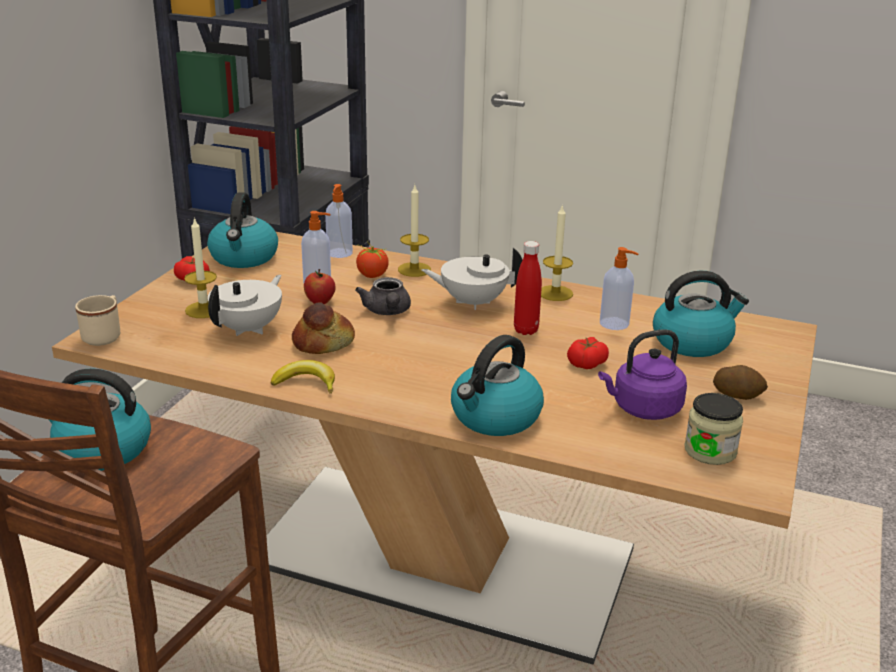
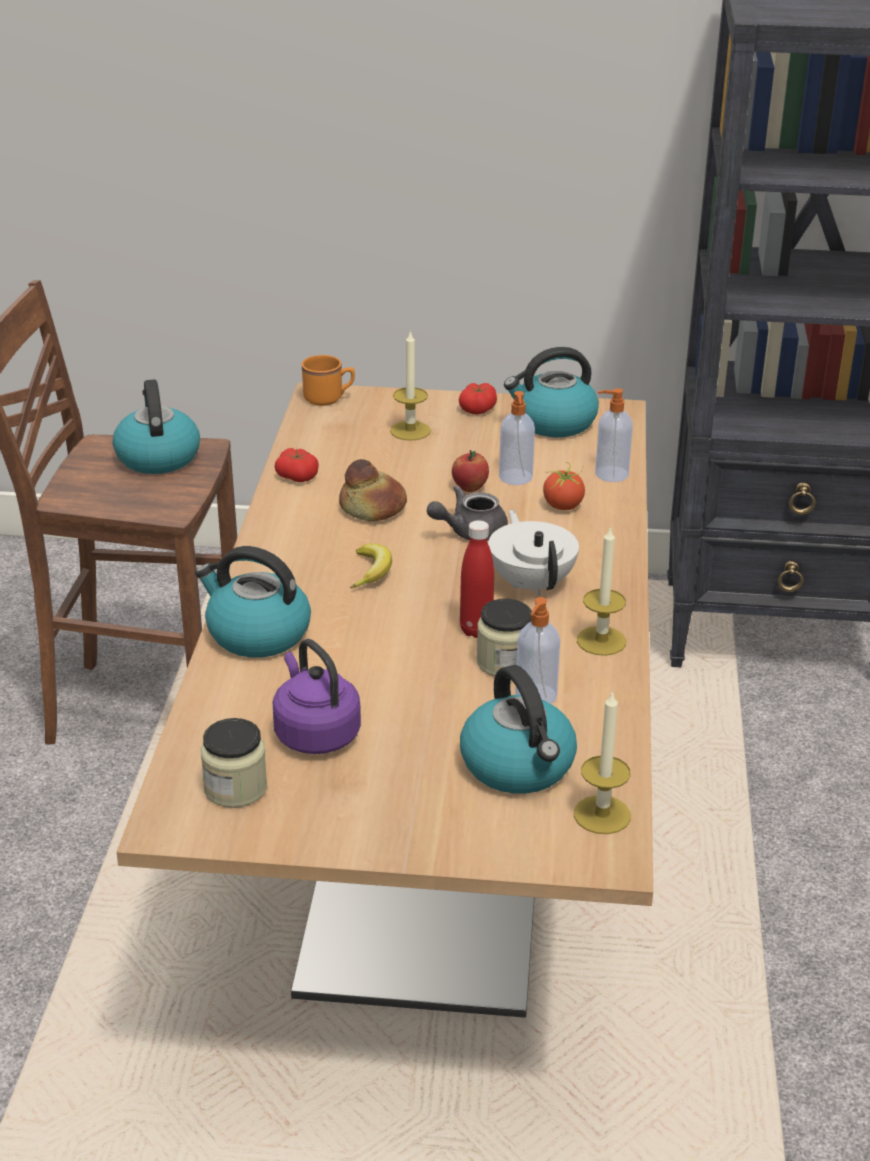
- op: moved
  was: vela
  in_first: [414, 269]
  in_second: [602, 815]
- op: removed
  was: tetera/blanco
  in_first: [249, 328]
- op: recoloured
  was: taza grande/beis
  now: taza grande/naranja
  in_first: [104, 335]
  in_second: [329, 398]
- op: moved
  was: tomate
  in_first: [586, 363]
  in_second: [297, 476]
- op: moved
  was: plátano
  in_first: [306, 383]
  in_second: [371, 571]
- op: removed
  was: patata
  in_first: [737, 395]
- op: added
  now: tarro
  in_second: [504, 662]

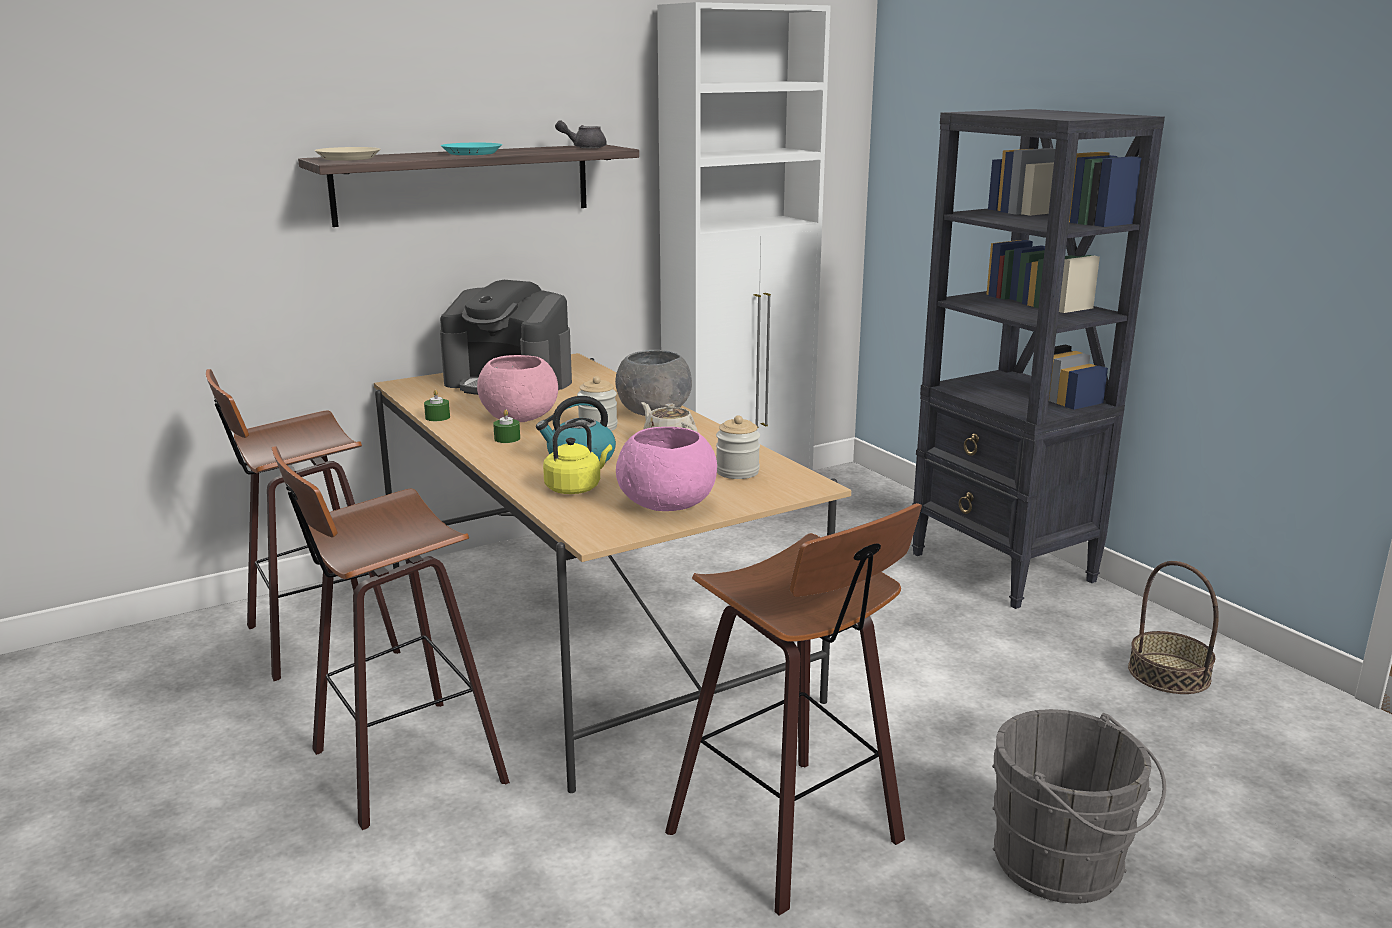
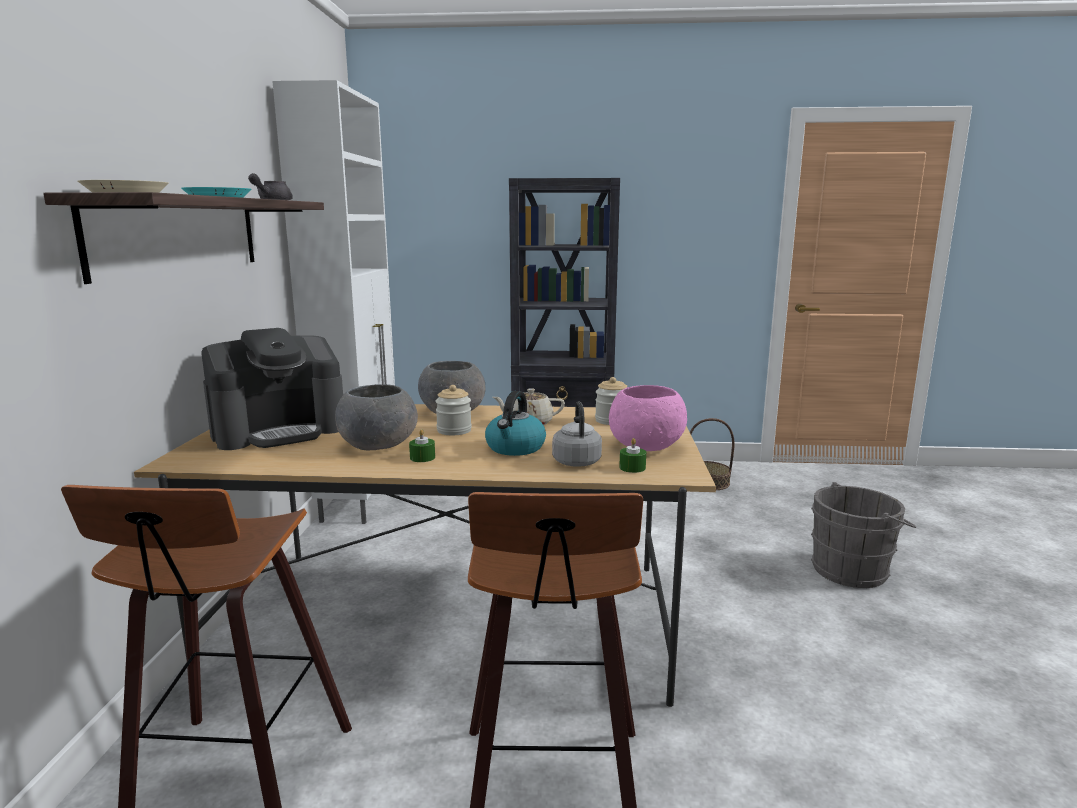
- op: recoloured
  was: cuenco/rosa
  now: cuenco/gris
  in_first: [520, 418]
  in_second: [379, 445]
- op: moved
  was: vela/verde
  in_first: [437, 417]
  in_second: [632, 468]
- op: recoloured
  was: hervidor/amarillo
  now: hervidor/gris
  in_first: [575, 488]
  in_second: [576, 461]
- op: removed
  was: taburete
  in_first: [794, 836]

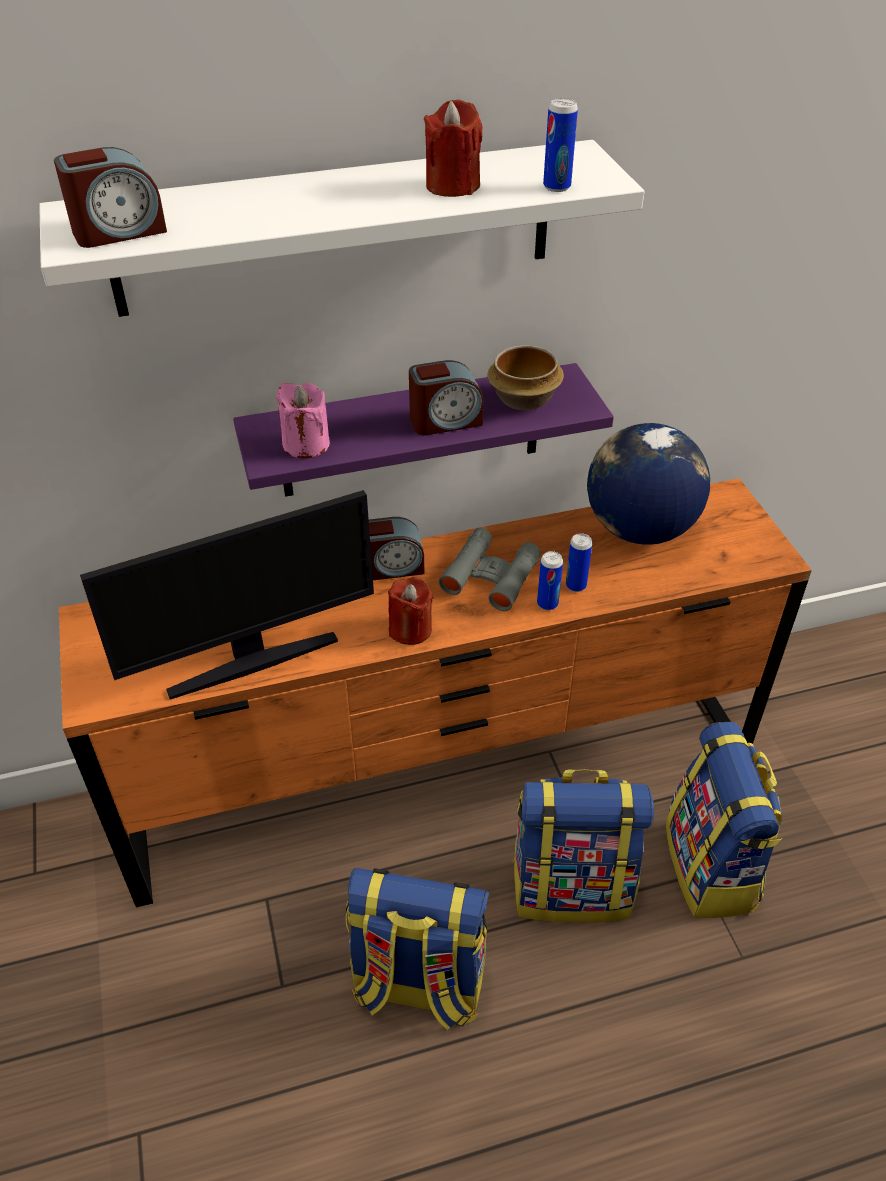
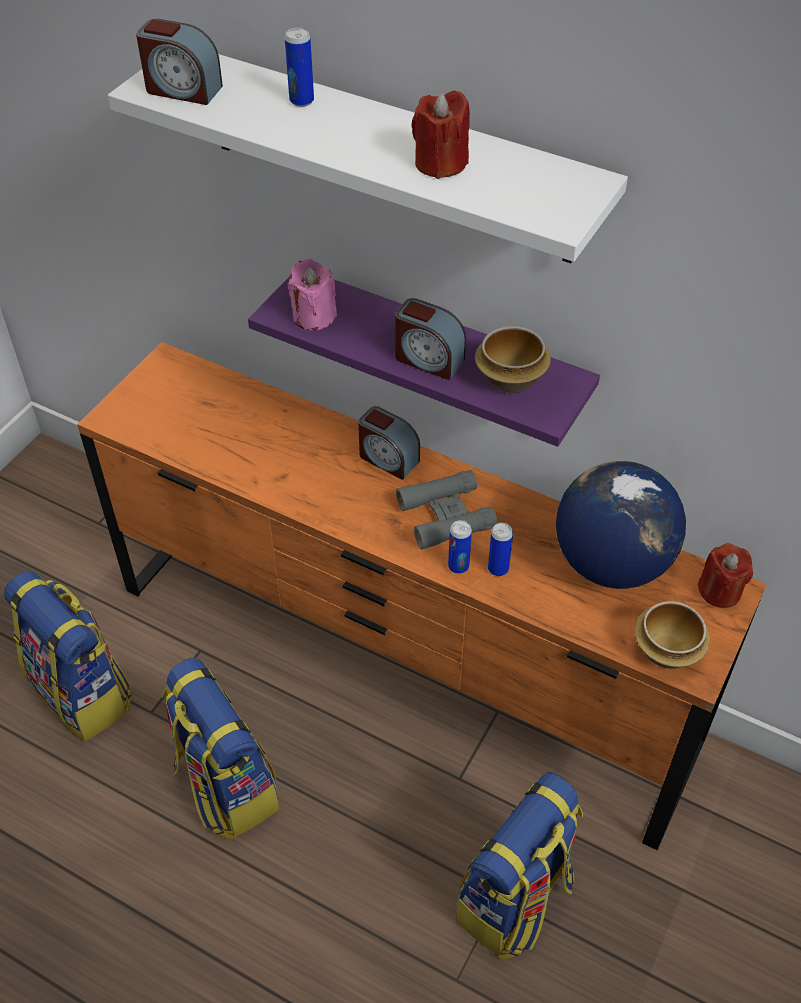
- op: moved
  was: lata
  in_first: [556, 187]
  in_second: [301, 101]
- op: removed
  was: monitor
  in_first: [252, 661]
- op: moved
  was: vela/rojo
  in_first: [410, 629]
  in_second: [720, 591]
- op: moved
  was: mochila
  in_first: [572, 887]
  in_second: [83, 693]
- op: added
  now: cuenco
  in_second: [667, 649]

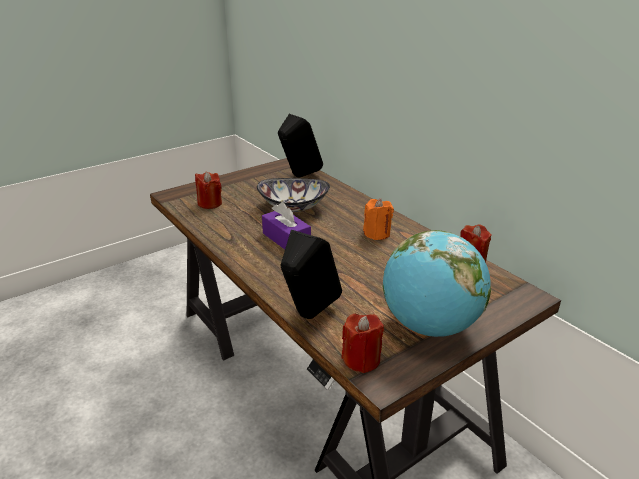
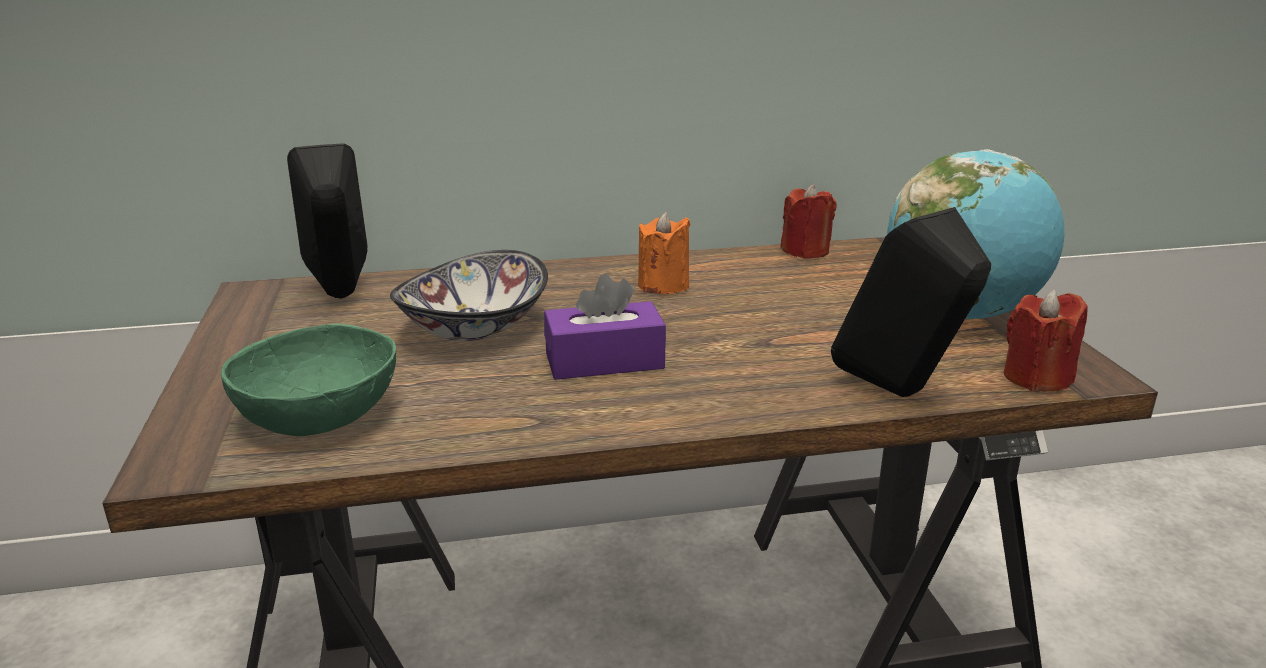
- op: replaced
  was: vela/rojo
  now: cuenco/verde
  in_first: [210, 203]
  in_second: [320, 416]

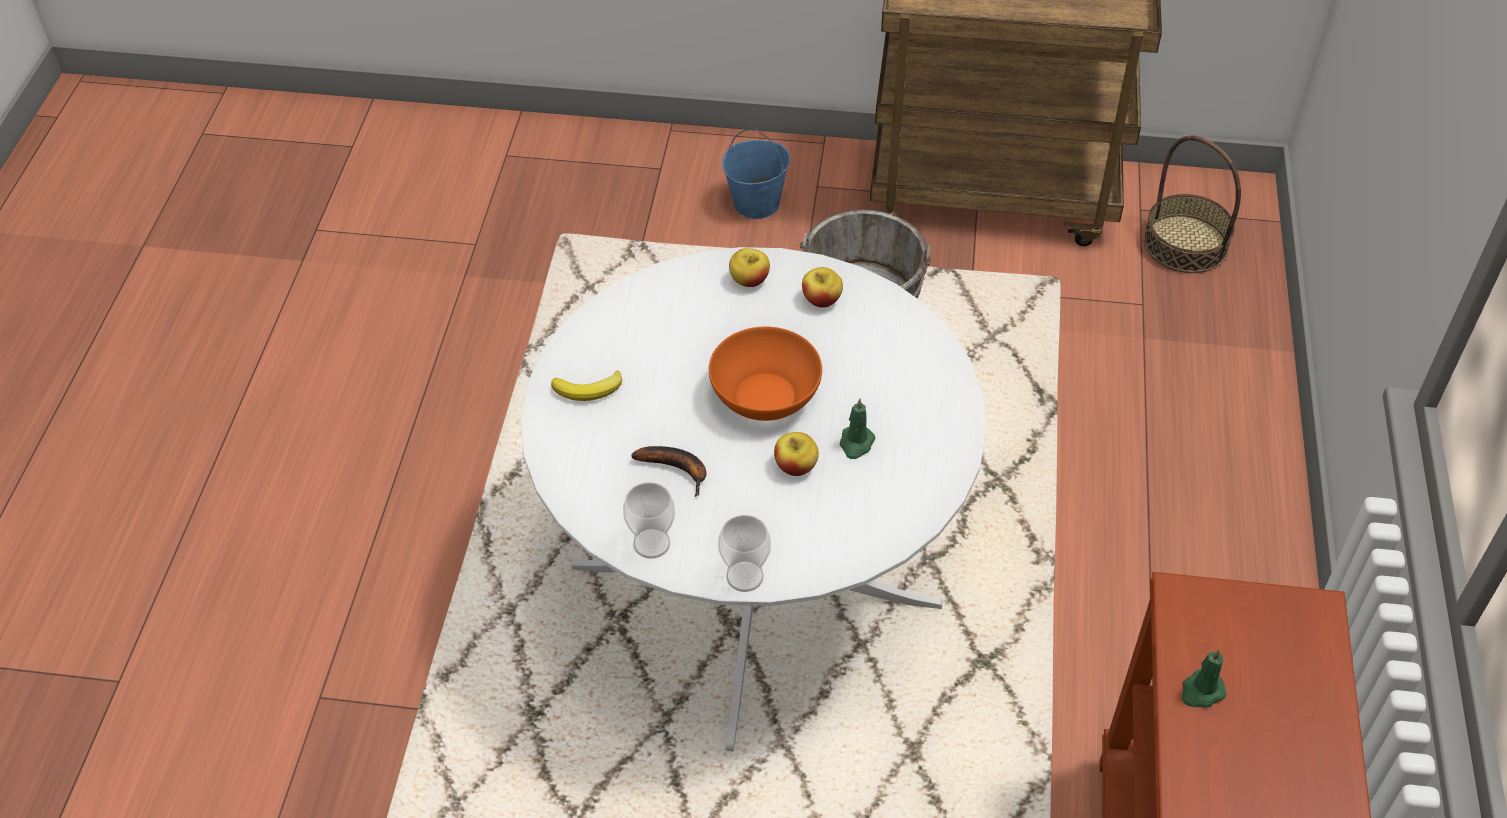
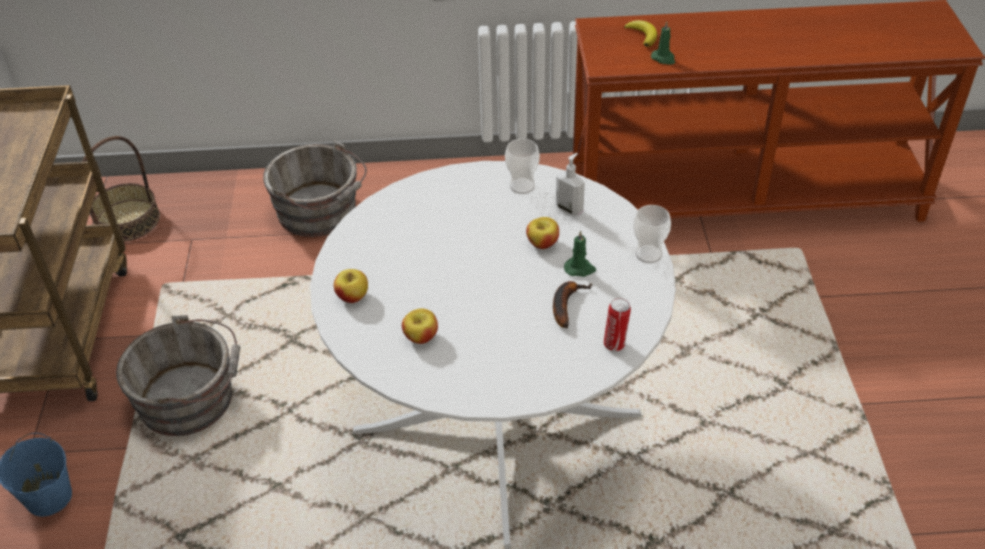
- op: moved
  was: manzana
  in_first: [821, 300]
  in_second: [421, 337]
- op: removed
  was: cuenco/naranja
  in_first: [764, 396]
- op: moved
  was: plátano
  in_first: [589, 390]
  in_second: [642, 35]
- op: moved
  was: vela/verde
  in_first: [856, 443]
  in_second: [580, 269]
- op: moved
  was: taza
  in_first: [651, 543]
  in_second: [522, 186]
- op: added
  now: cubo/gris
  in_second: [320, 212]
- op: added
  now: dispensador de jabón
  in_second: [569, 208]
- op: added
  now: lata
  in_second: [615, 344]

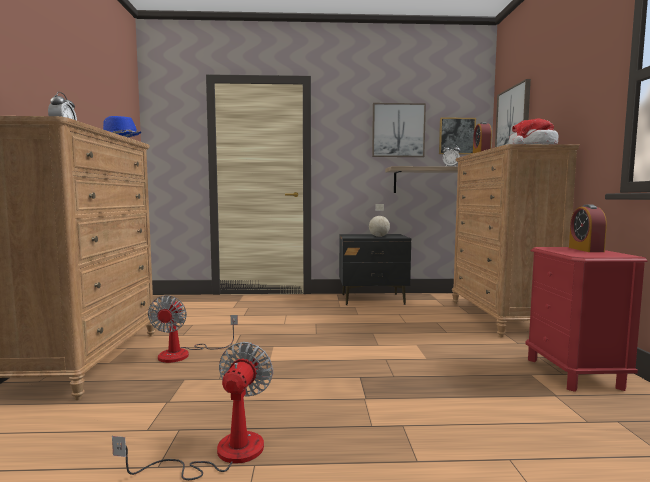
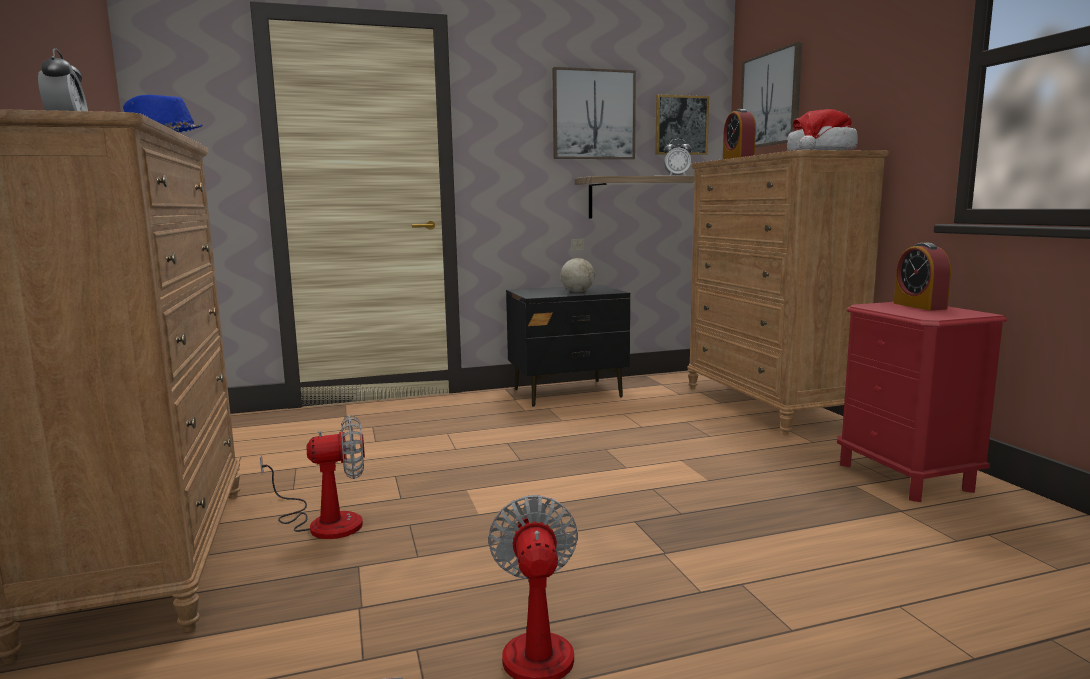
- op: turned
  was: ventilador
  in_first: [185, 354]
  in_second: [324, 521]
  clockwise: -90

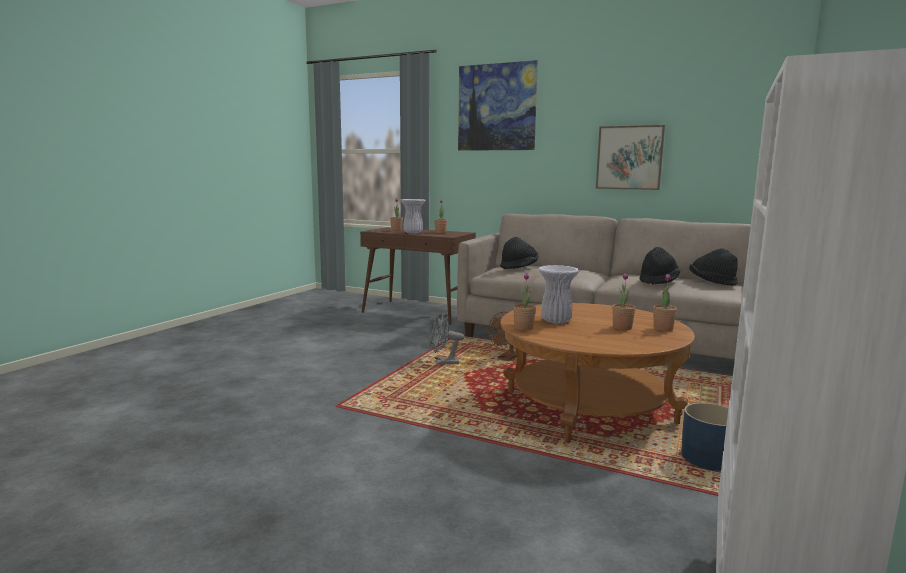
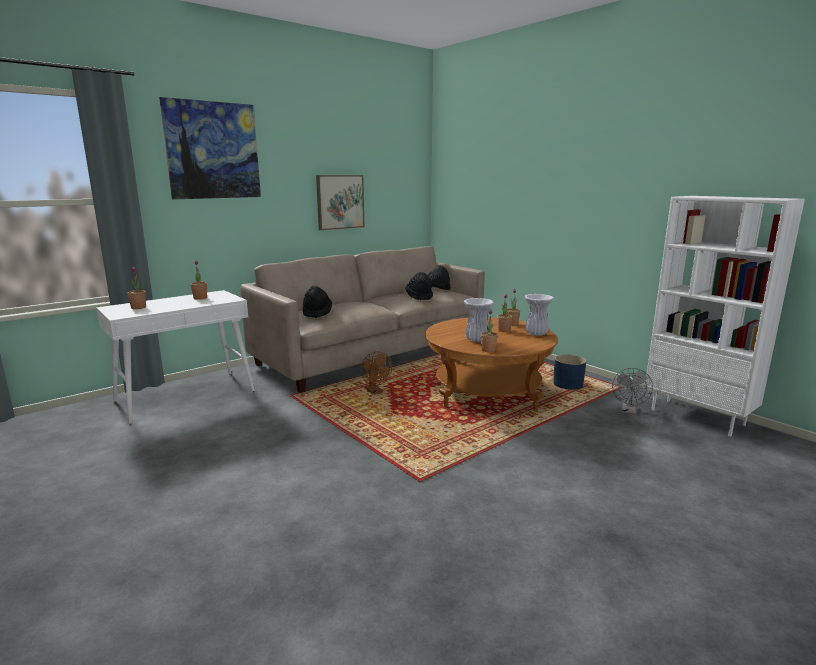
- op: moved
  was: florero/blanco
  in_first: [412, 233]
  in_second: [536, 334]
- op: recoloured
  was: mesa consola/marrón
  now: mesa consola/blanco
  in_first: [418, 312]
  in_second: [186, 396]
- op: moved
  was: ventilador/gris
  in_first: [443, 363]
  in_second: [629, 411]

